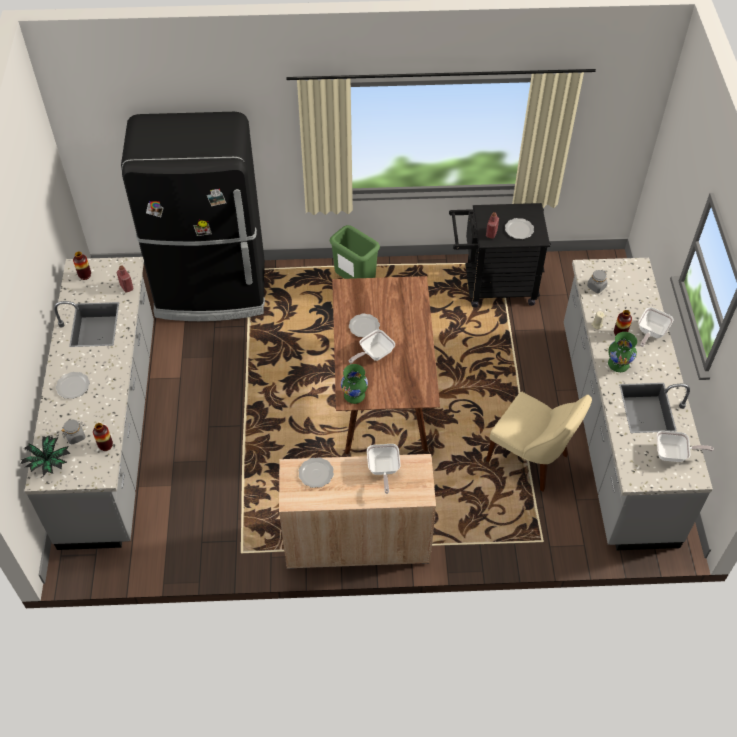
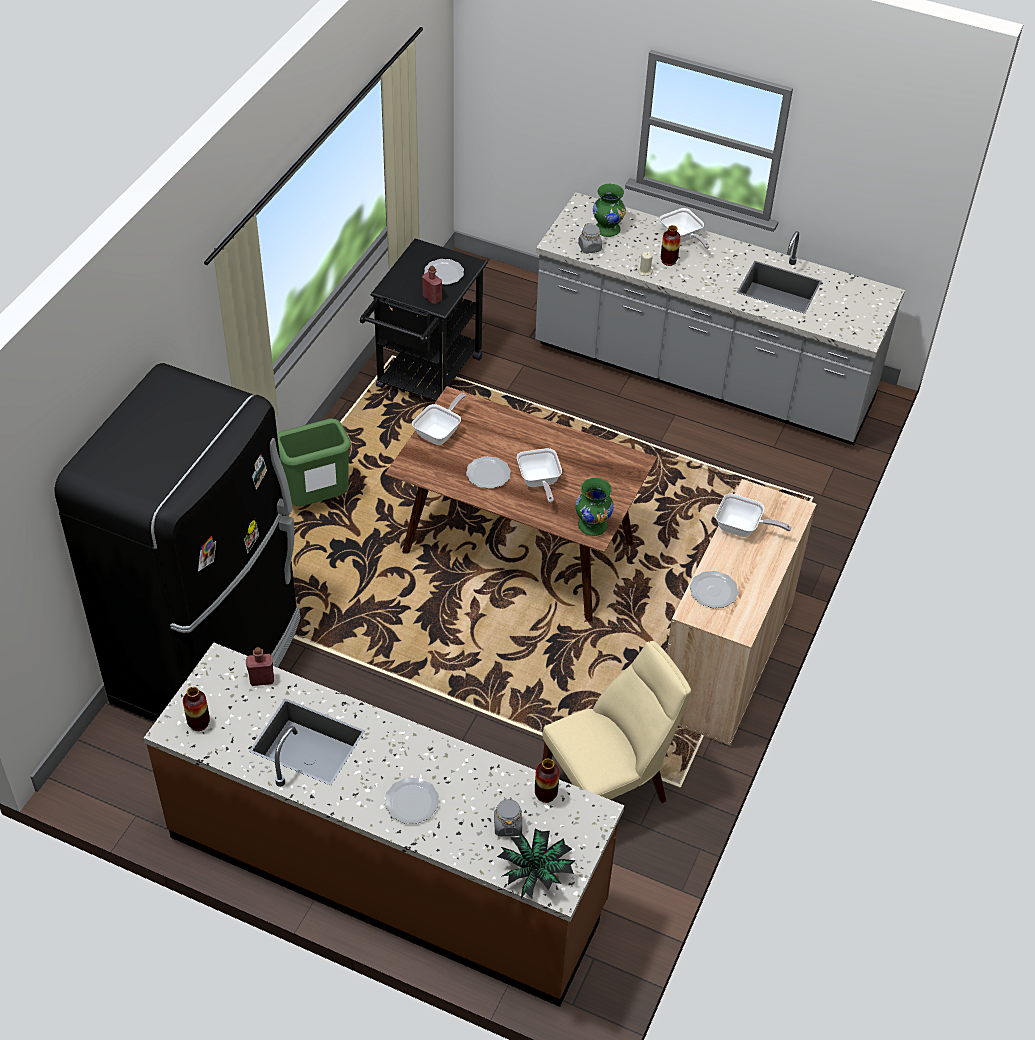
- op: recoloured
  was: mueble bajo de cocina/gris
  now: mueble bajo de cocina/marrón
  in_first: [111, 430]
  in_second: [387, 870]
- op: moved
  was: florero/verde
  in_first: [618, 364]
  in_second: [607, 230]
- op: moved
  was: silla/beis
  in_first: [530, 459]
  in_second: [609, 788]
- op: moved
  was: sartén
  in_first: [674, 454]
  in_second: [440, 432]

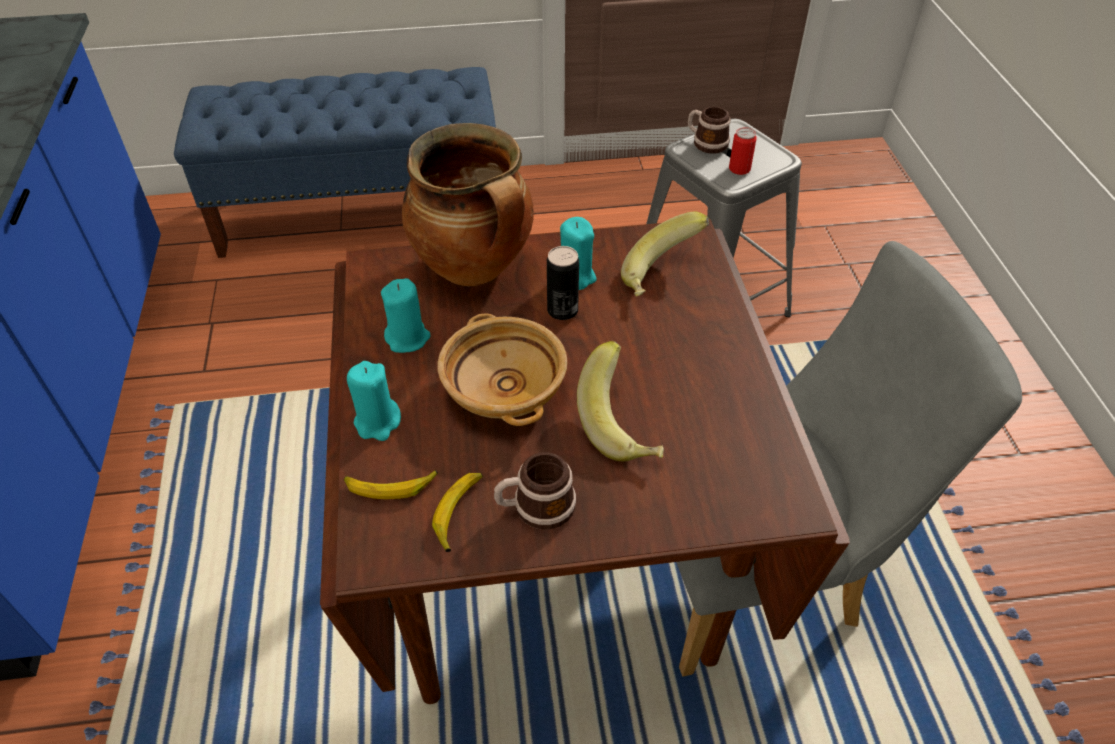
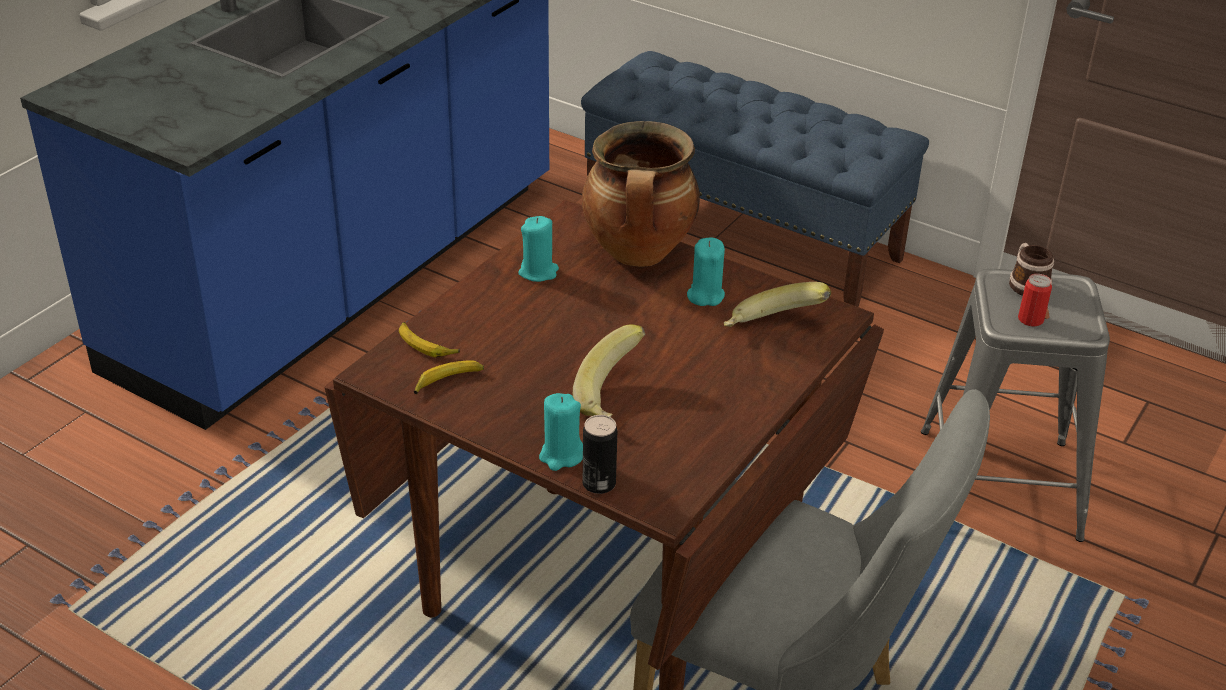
- op: moved
  was: lata
  in_first: [562, 310]
  in_second: [599, 483]
- op: removed
  was: cuenco/beis
  in_first: [503, 388]
- op: moved
  was: vela/turquesa
  in_first: [377, 422]
  in_second: [561, 455]
- op: removed
  was: taza grande
  in_first: [535, 507]

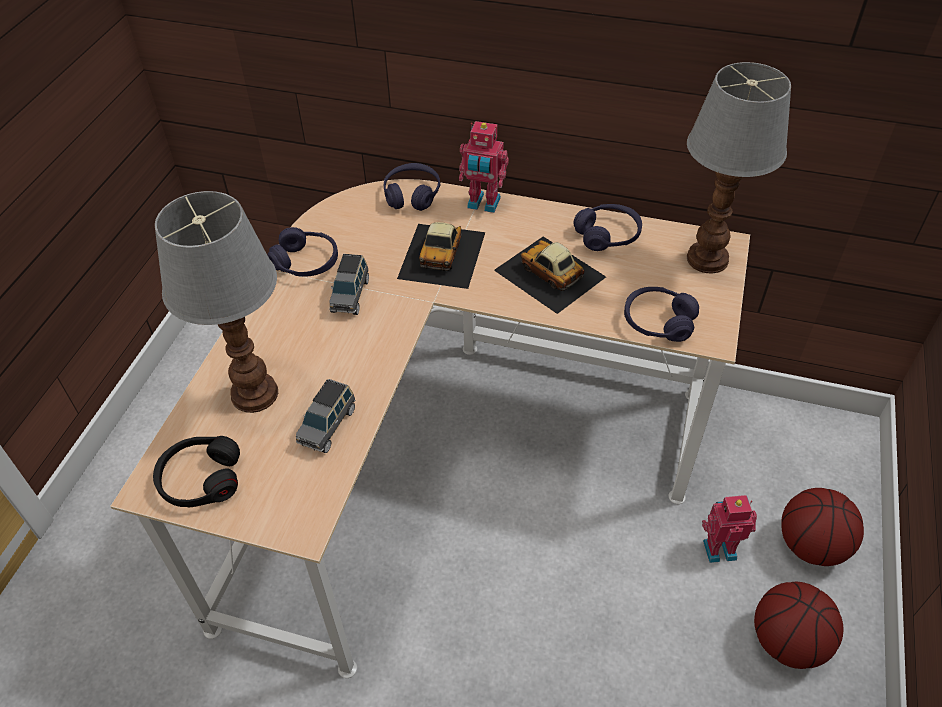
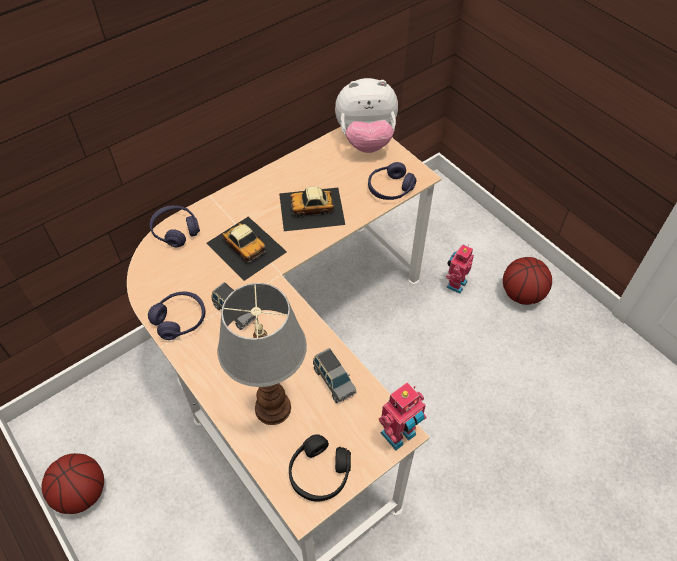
- op: replaced
  was: lámpara de mesa
  now: peluche
  in_first: [709, 259]
  in_second: [366, 140]
- op: moved
  was: robot de juguete
  in_first: [483, 204]
  in_second: [399, 435]
- op: removed
  was: auriculares/morado
  in_first: [607, 235]
- op: moved
  was: balón de baloncesto
  in_first: [811, 546]
  in_second: [82, 493]

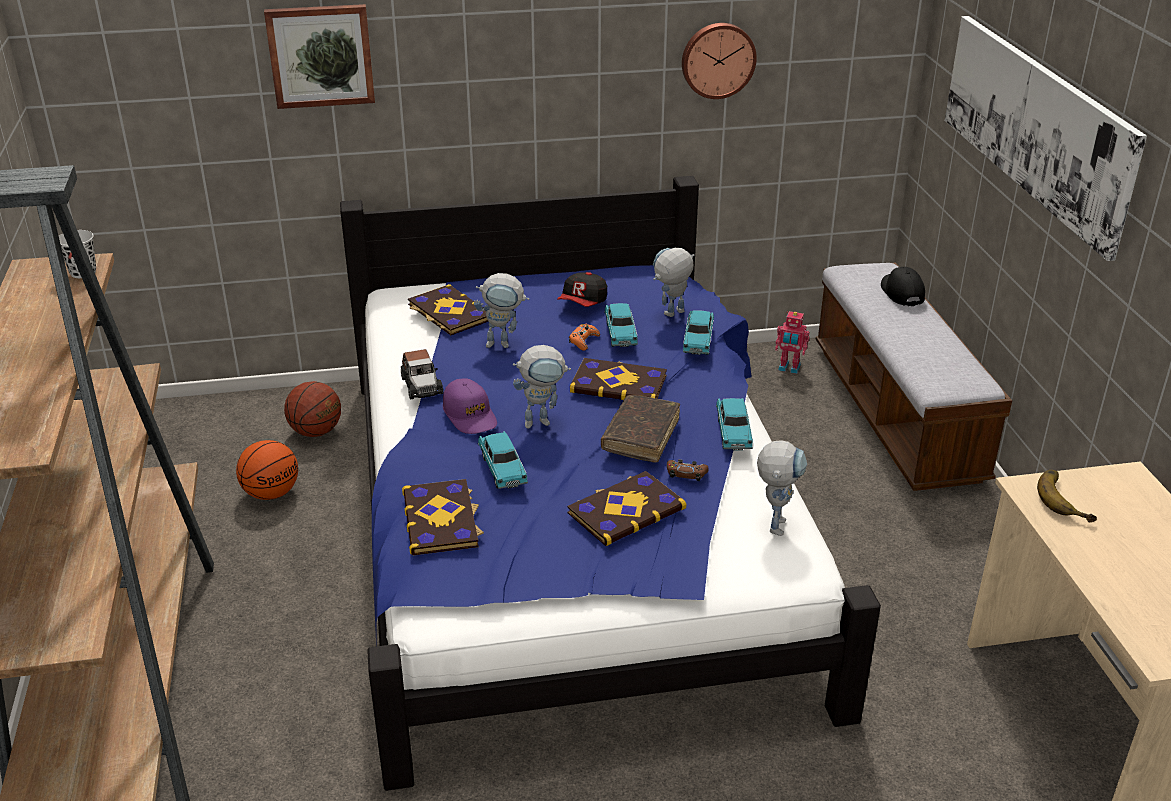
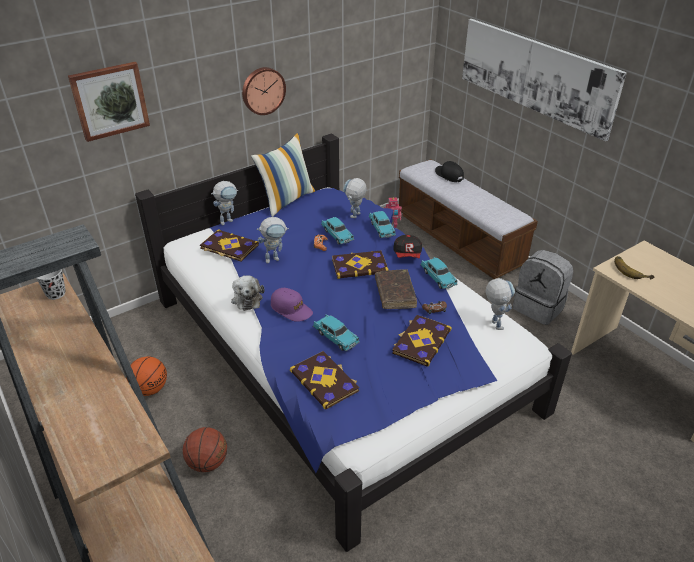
- op: moved
  was: reloj de pared
  in_first: [717, 60]
  in_second: [263, 90]
- op: moved
  was: gorra
  in_first: [583, 303]
  in_second: [407, 255]
- op: moved
  was: robot de juguete
  in_first: [543, 421]
  in_second: [228, 220]
- op: replaced
  was: coche de juguete
  now: peluche
  in_first: [422, 385]
  in_second: [247, 298]
- op: moved
  was: balón de baloncesto
  in_first: [316, 432]
  in_second: [208, 463]
- op: added
  now: cojín
  in_second: [287, 200]
- op: added
  now: mochila/gris
  in_second: [539, 308]

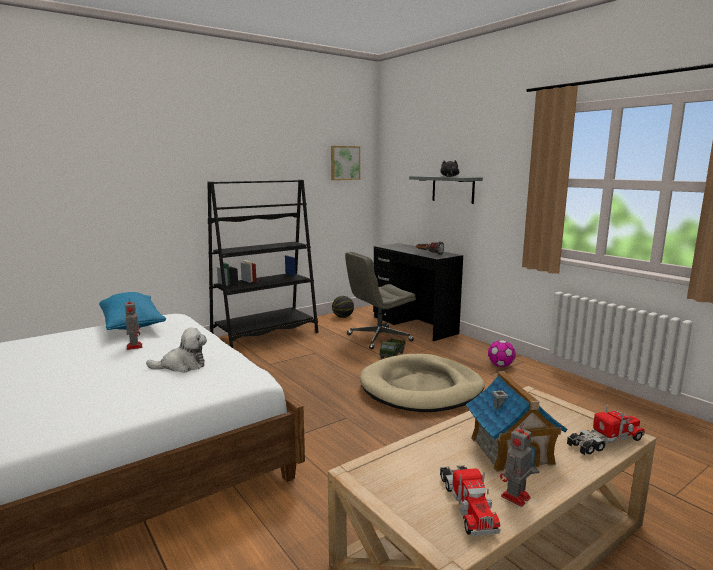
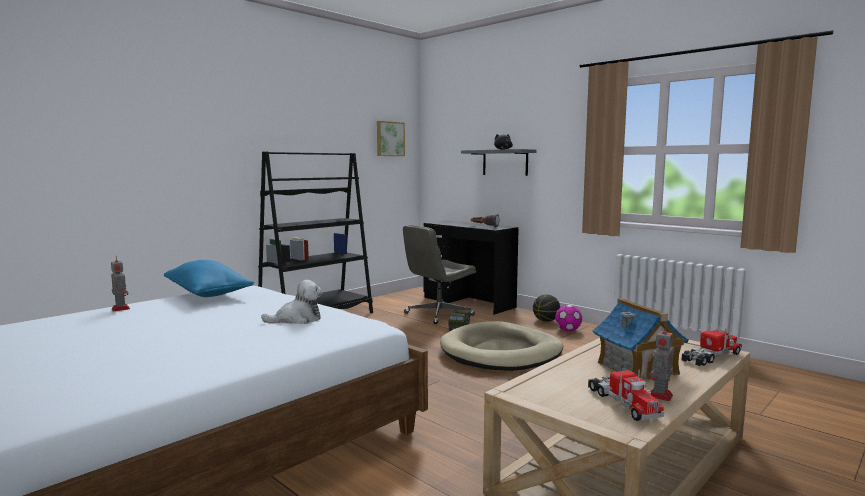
- op: moved
  was: balón de baloncesto
  in_first: [343, 317]
  in_second: [546, 321]
- op: moved
  was: robot de juguete
  in_first: [134, 346]
  in_second: [120, 308]

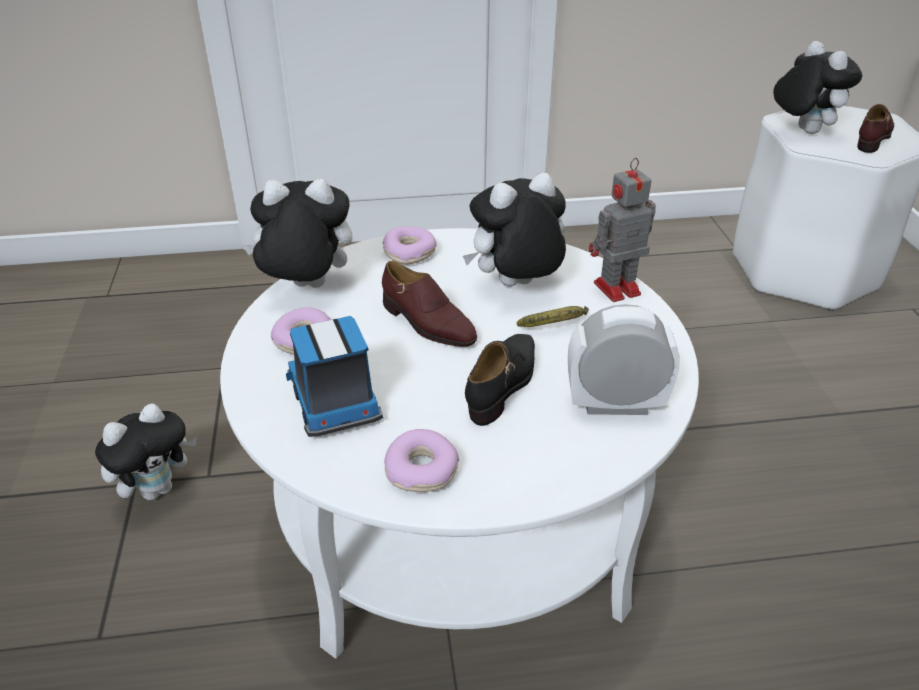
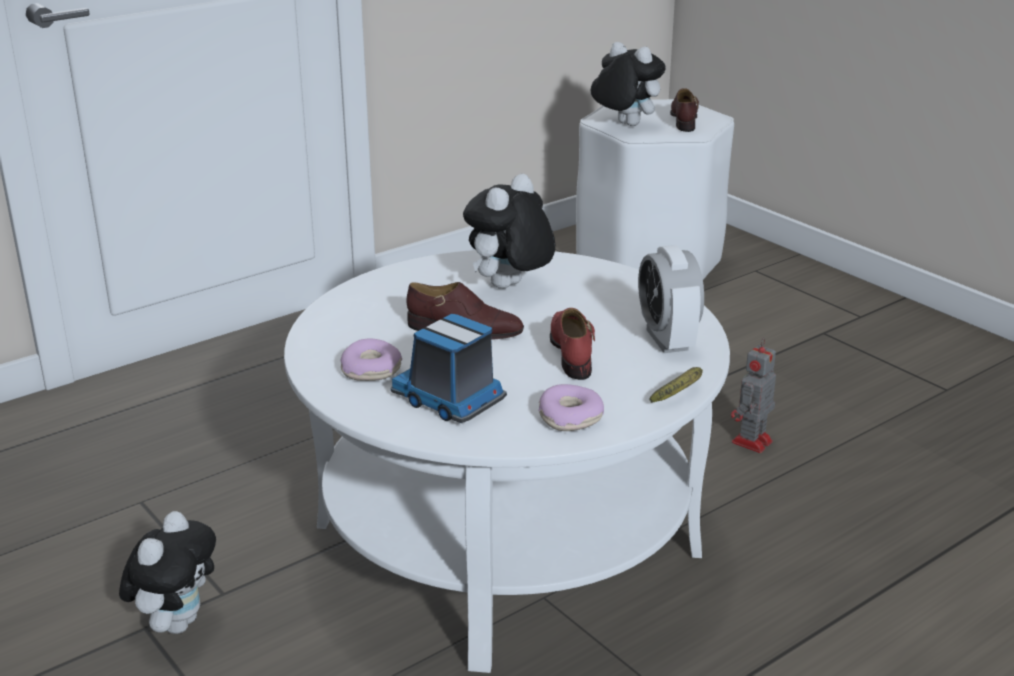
- op: moved
  was: robot de juguete
  in_first: [614, 289]
  in_second: [751, 443]
- op: removed
  was: peluche
  in_first: [306, 288]
- op: removed
  was: rosquilla
  in_first: [409, 253]
- op: turned
  was: despertador
  in_first: [615, 404]
  in_second: [667, 340]
  clockwise: -75
- op: moved
  was: plátano
  in_first: [556, 325]
  in_second: [680, 393]
- op: recoloured
  was: zapato/negro
  now: zapato/rojo
  in_first: [504, 384]
  in_second: [572, 351]

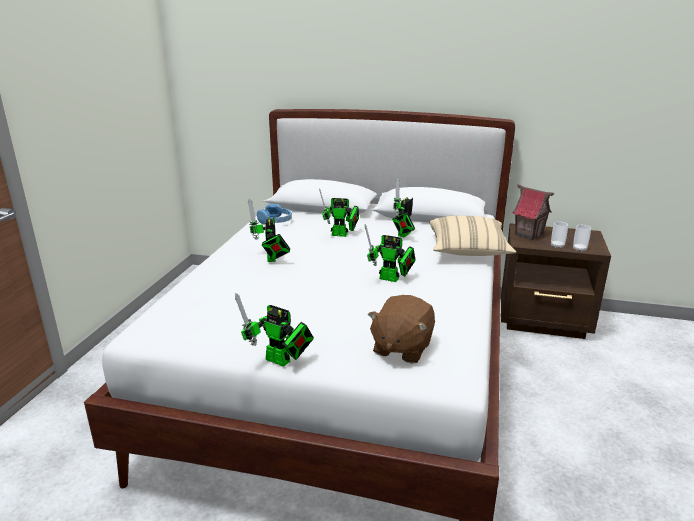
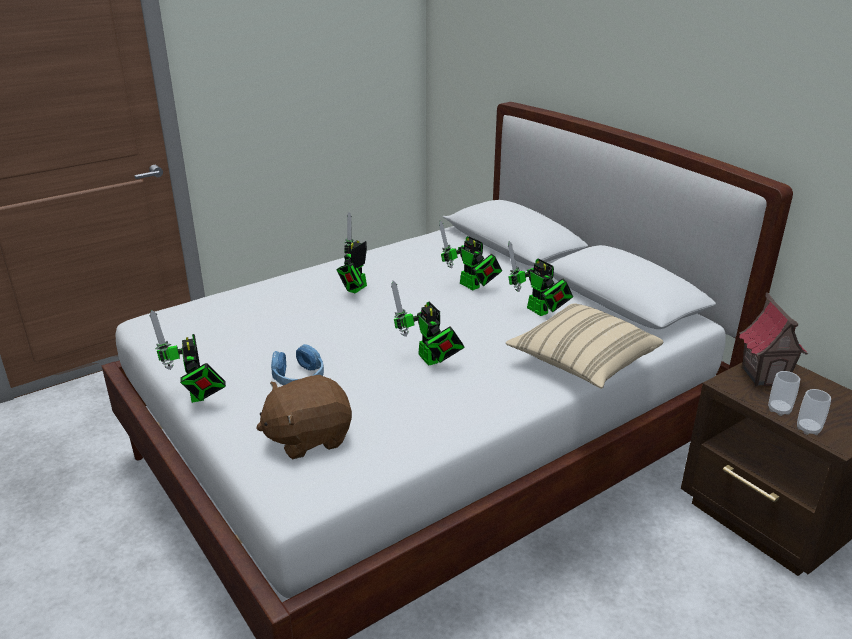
- op: turned
  was: robot de juguete
  in_first: [403, 235]
  in_second: [540, 312]
  clockwise: -105
- op: moved
  was: auriculares/azul
  in_first: [275, 221]
  in_second: [298, 378]

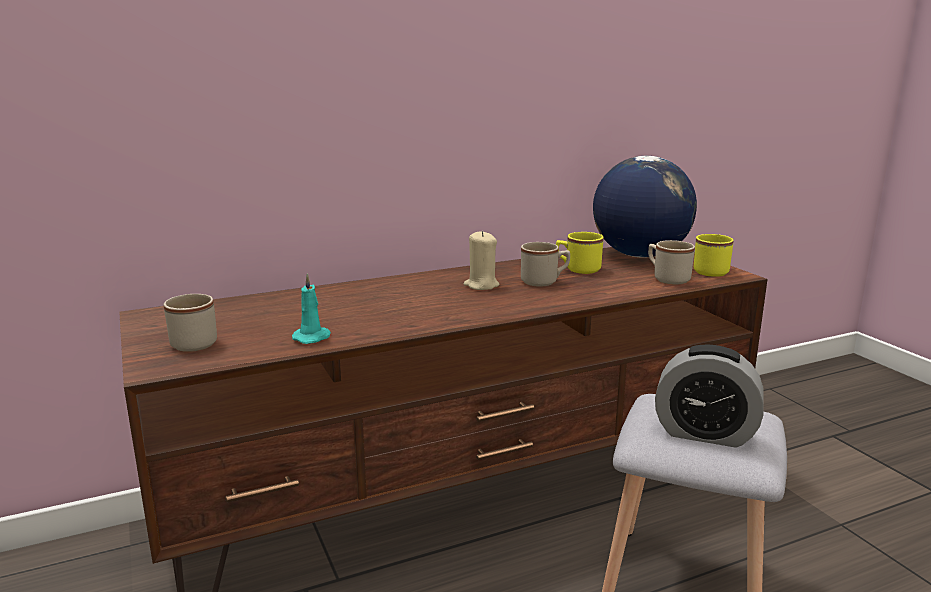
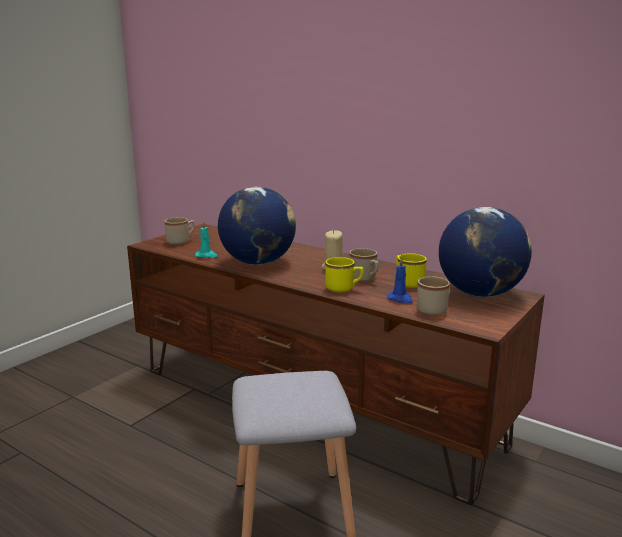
- op: moved
  was: taza grande/amarillo
  in_first: [713, 271]
  in_second: [344, 288]
- op: removed
  was: despertador
  in_first: [704, 433]
- op: added
  now: globo terráqueo
  in_second: [258, 262]
- op: added
  now: vela/azul
  in_second: [400, 299]

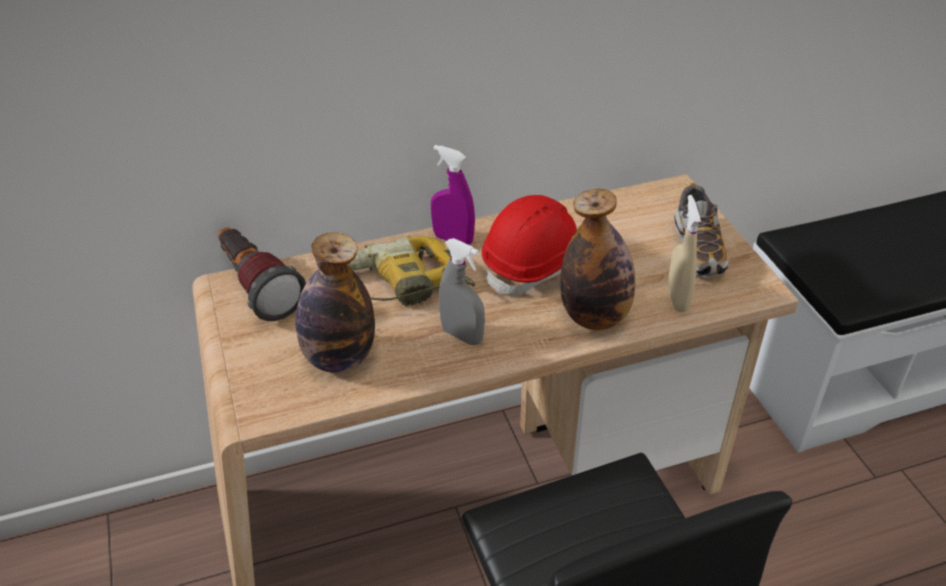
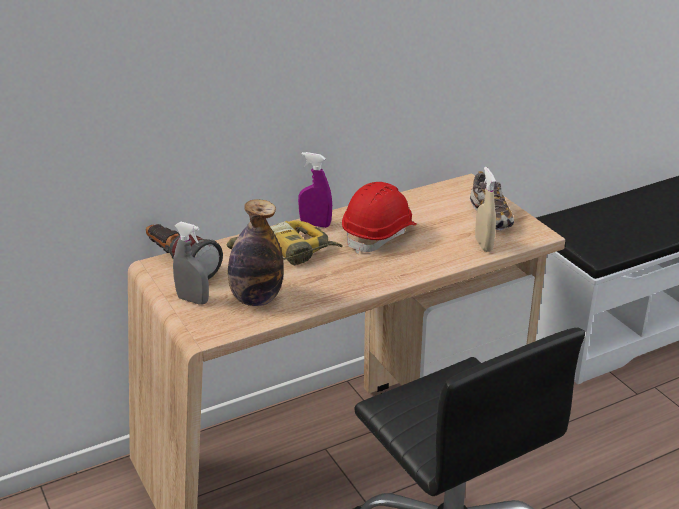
- op: removed
  was: botella
  in_first: [594, 317]
- op: moved
  was: pulverizador/gris
  in_first: [462, 335]
  in_second: [193, 300]

